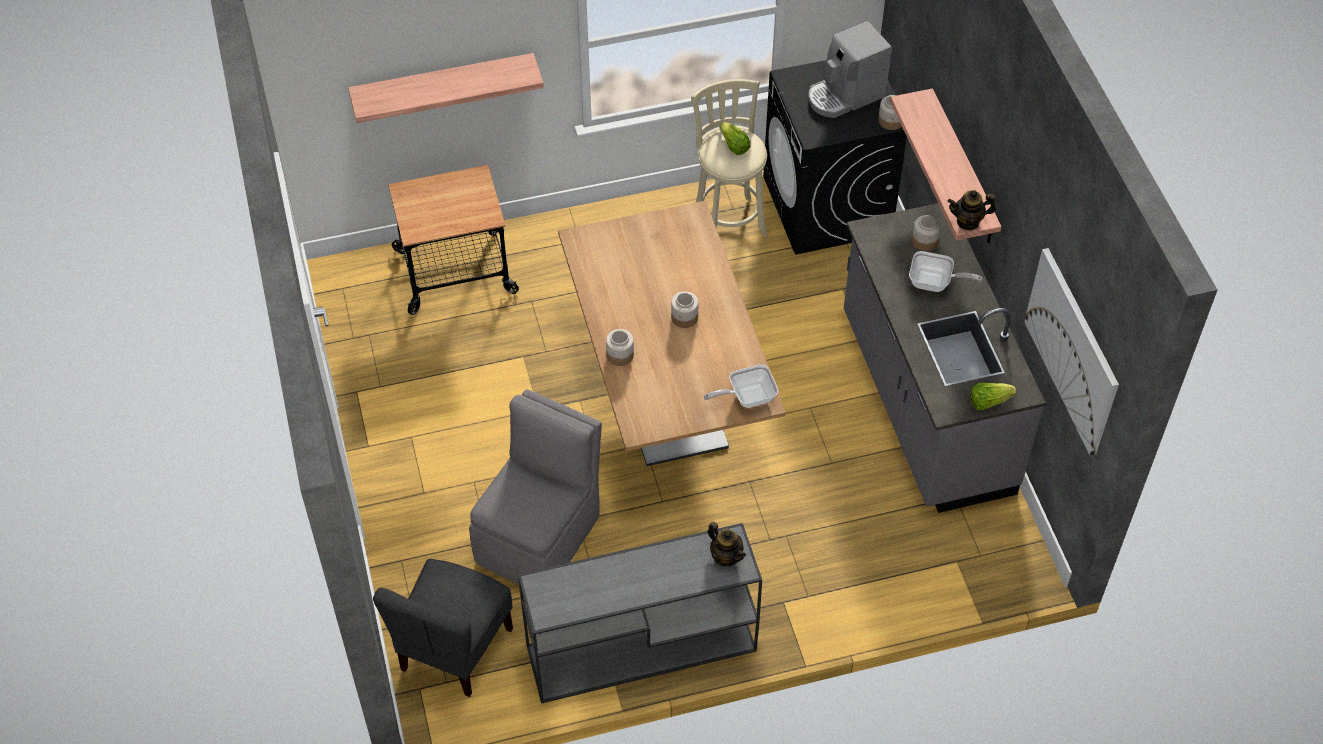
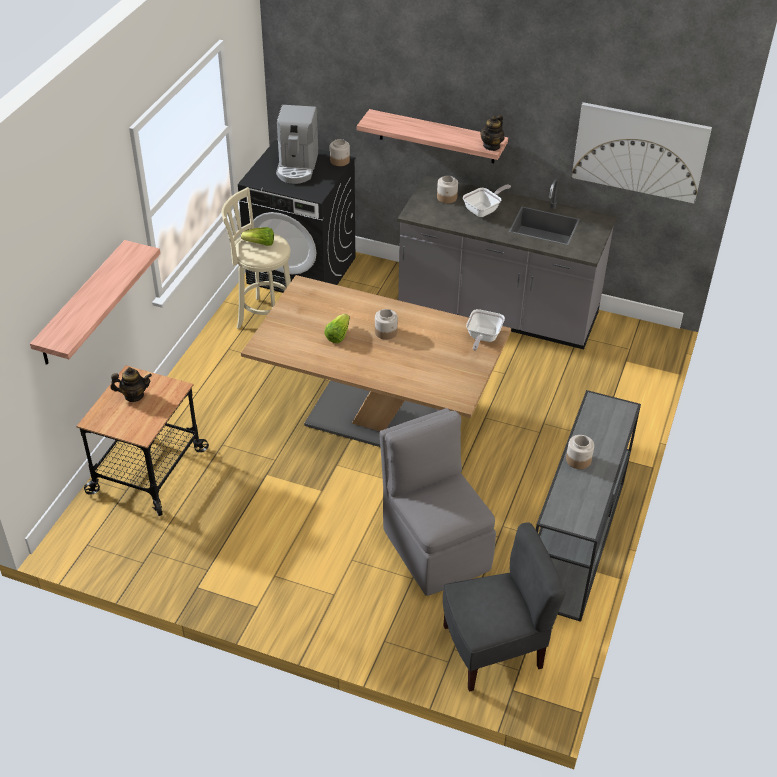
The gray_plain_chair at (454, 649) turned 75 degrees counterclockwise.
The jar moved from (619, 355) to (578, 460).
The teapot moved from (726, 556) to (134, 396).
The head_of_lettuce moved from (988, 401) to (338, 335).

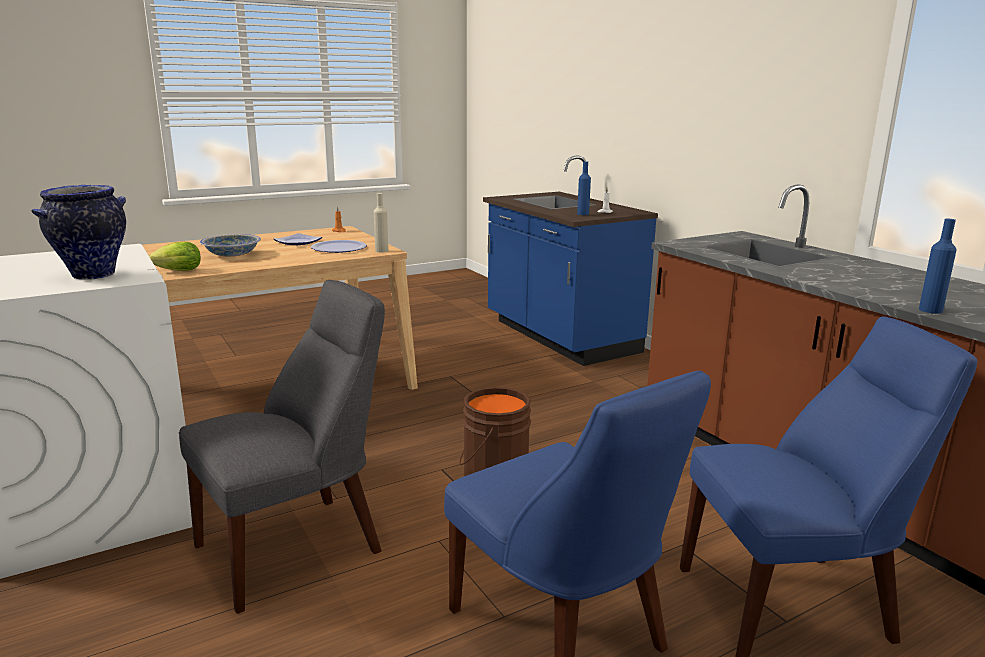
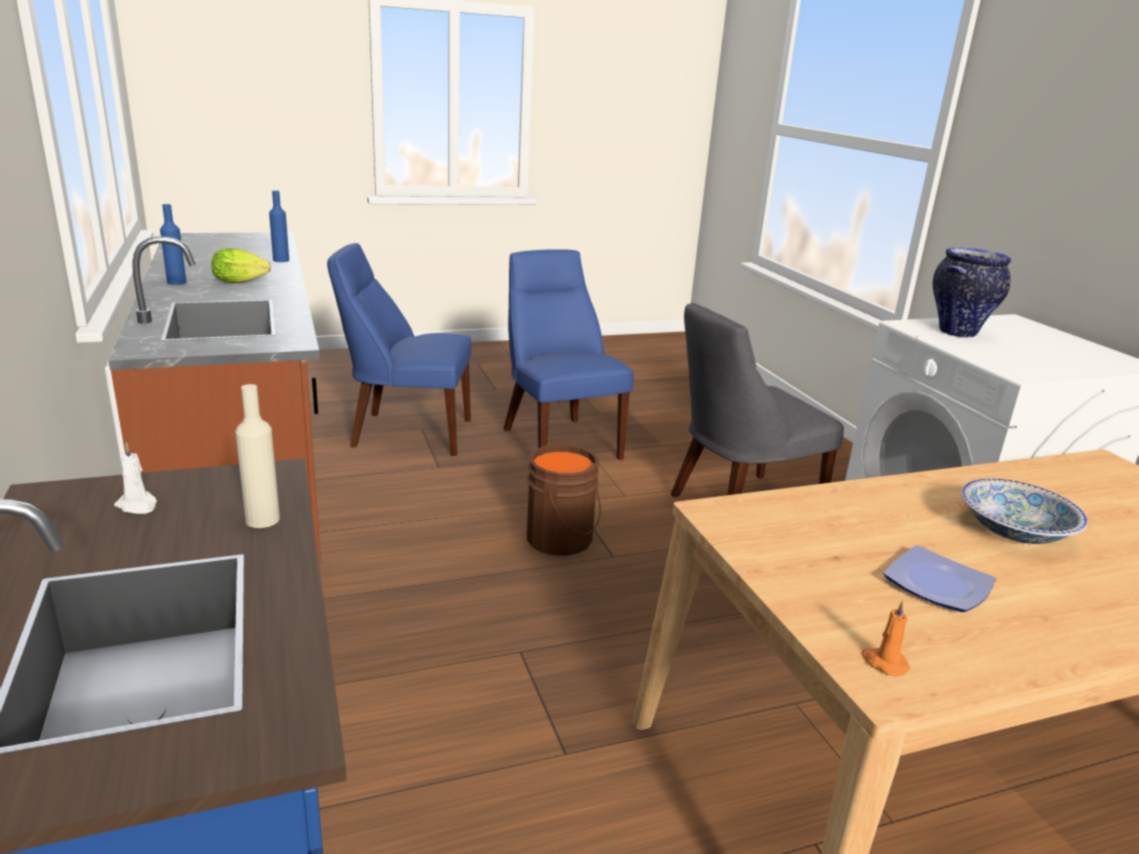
The head_of_lettuce moved from (176, 271) to (243, 282).
The plate at (339, 248) disappeared.
The sand-coloured_drink_bottle moved from (381, 251) to (262, 519).
The blue-coloured_drink_bottle moved from (583, 214) to (176, 282).

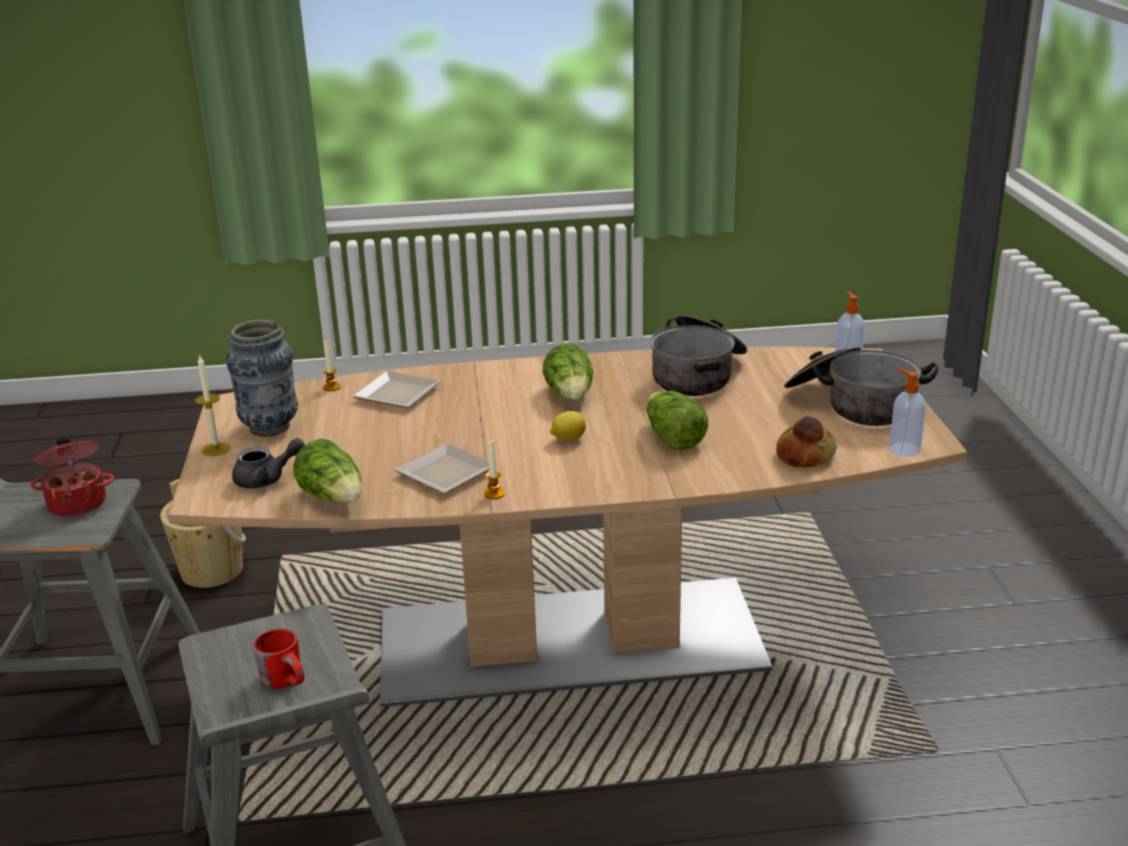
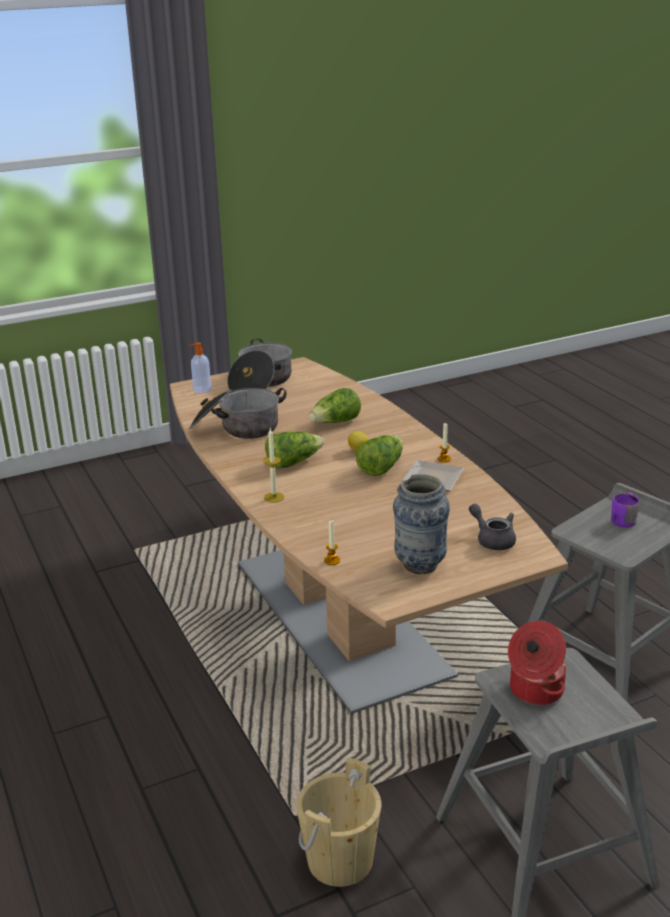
The candle moved from (216, 449) to (274, 497).
The red-coloured_mug at (289, 680) became the purplish_mug at (622, 519).
The head_of_lettuce moved from (334, 497) to (380, 467).
The plate at (400, 393) disappeared.
The bakery_bread at (805, 456) disappeared.
The soap_dispenser at (903, 449) disappeared.

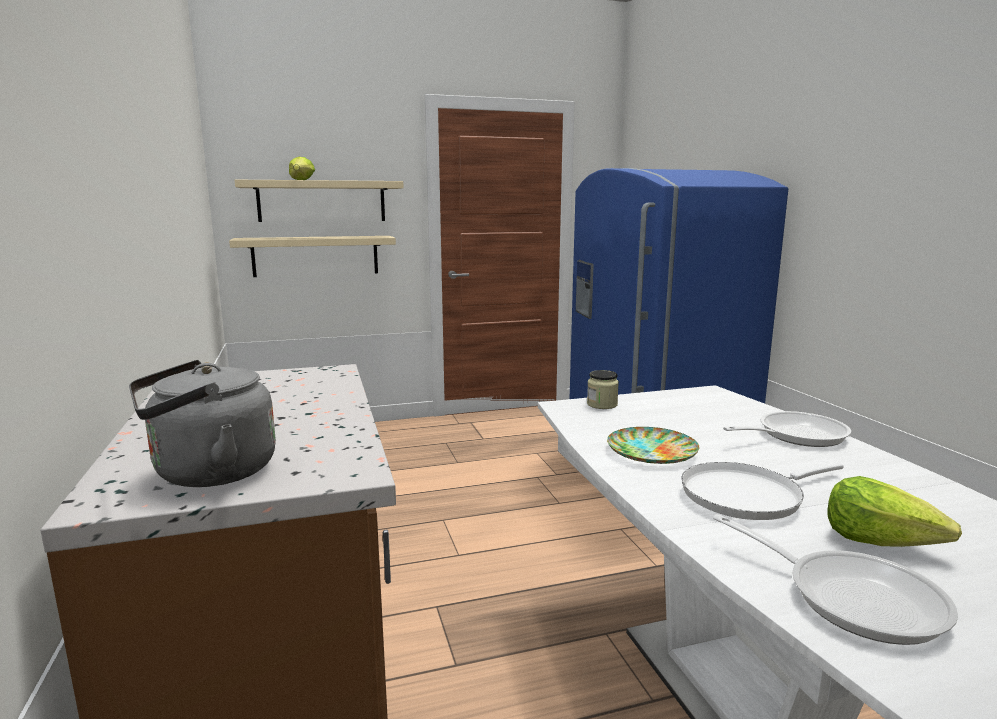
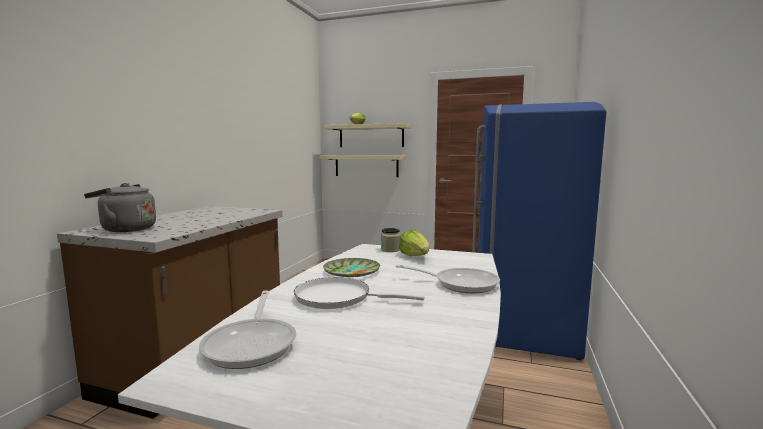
The head_of_lettuce moved from (880, 541) to (415, 256).

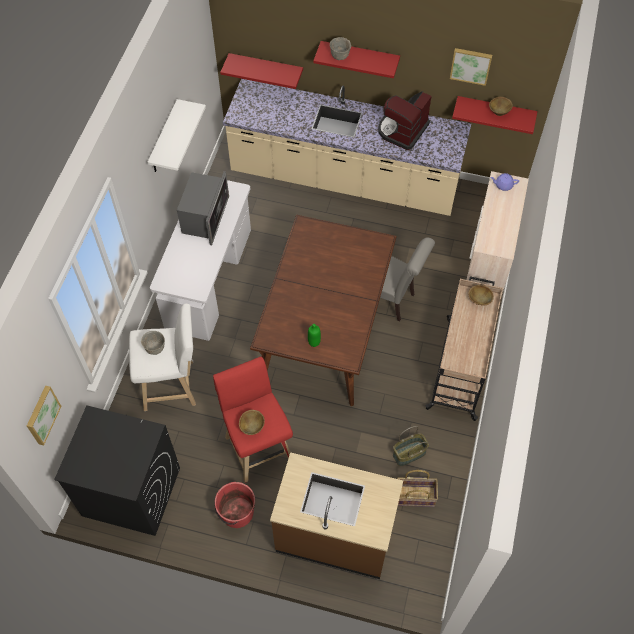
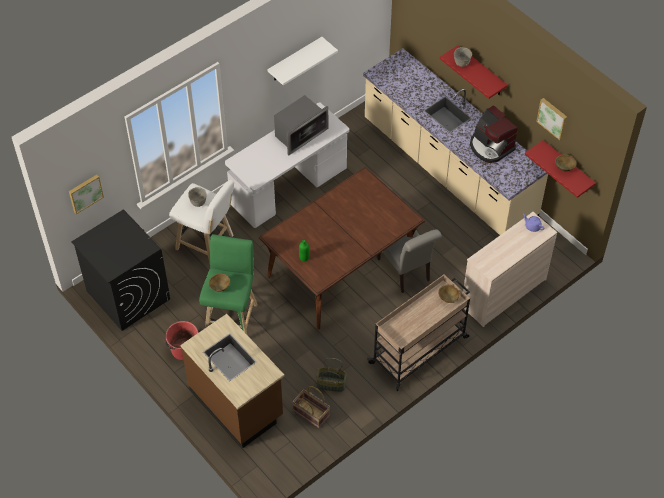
The red-coloured_sitting_stool at (258, 445) became the green_sitting_stool at (232, 316).
The red-coloured_bracket_shelf at (266, 68) disappeared.
The coffee_machine at (402, 130) turned 105 degrees counterclockwise.

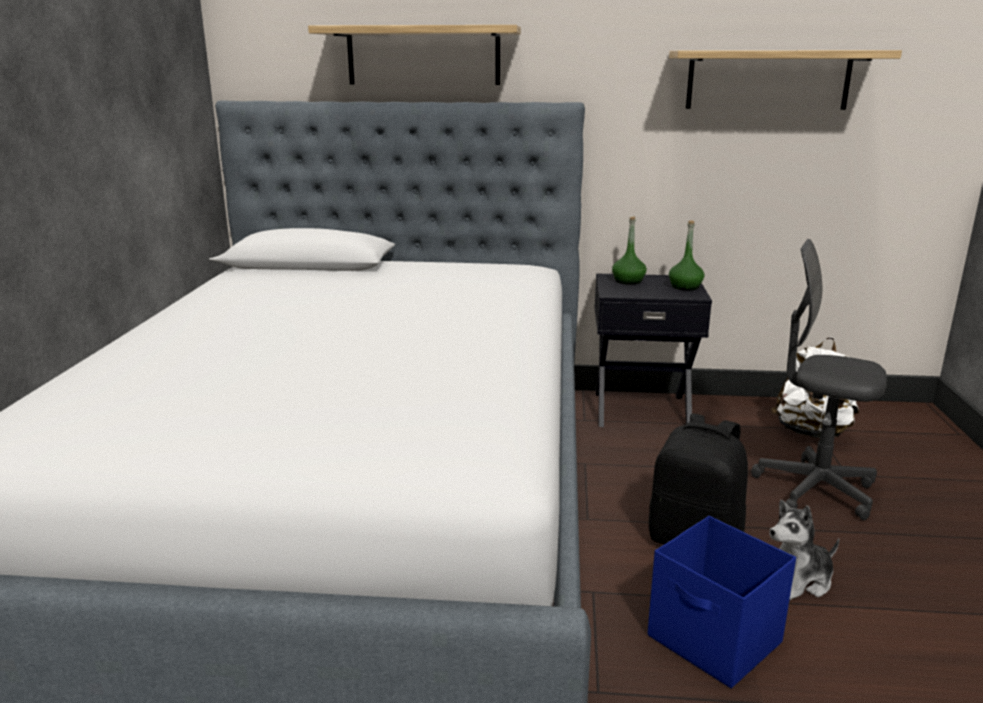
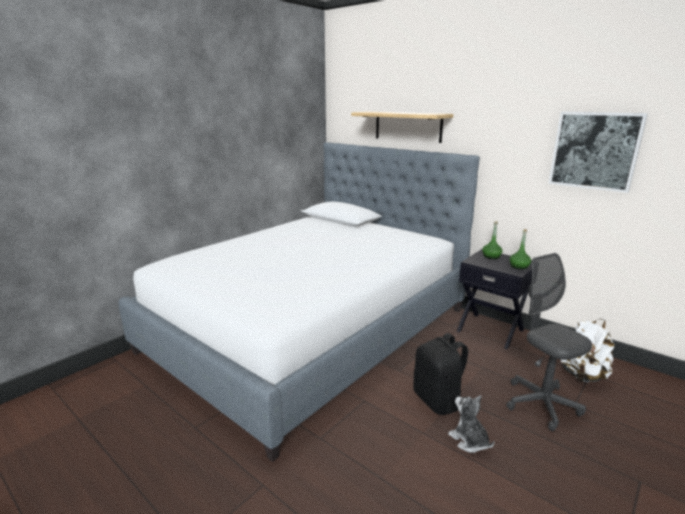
The blue-coloured_storage_bin at (715, 641) disappeared.
The bracket_shelf at (768, 80) was replaced by the wall_picture at (594, 150).
The cuddly_toy at (798, 581) turned 45 degrees clockwise.

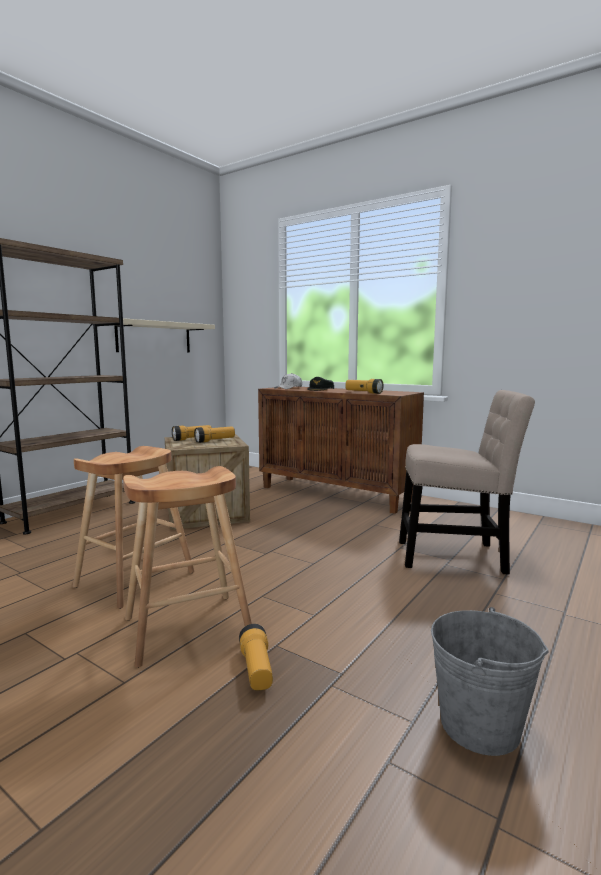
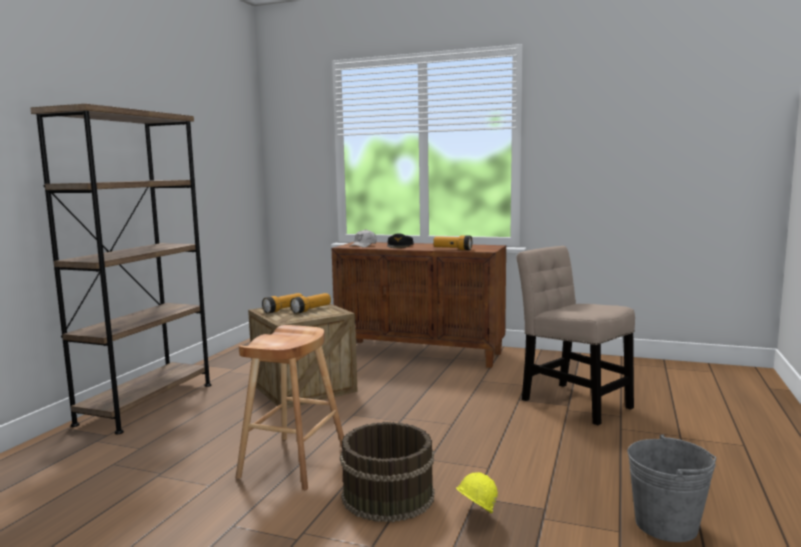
The sand-coloured_bracket_shelf at (154, 337) disappeared.
The brown-coloured_sitting_stool at (188, 628) was replaced by the brown-coloured_pail at (387, 496).
The hand_torch at (256, 669) was replaced by the yellow_work_helmet at (475, 517).
The sand-coloured_plain_chair at (456, 556) turned 120 degrees counterclockwise.

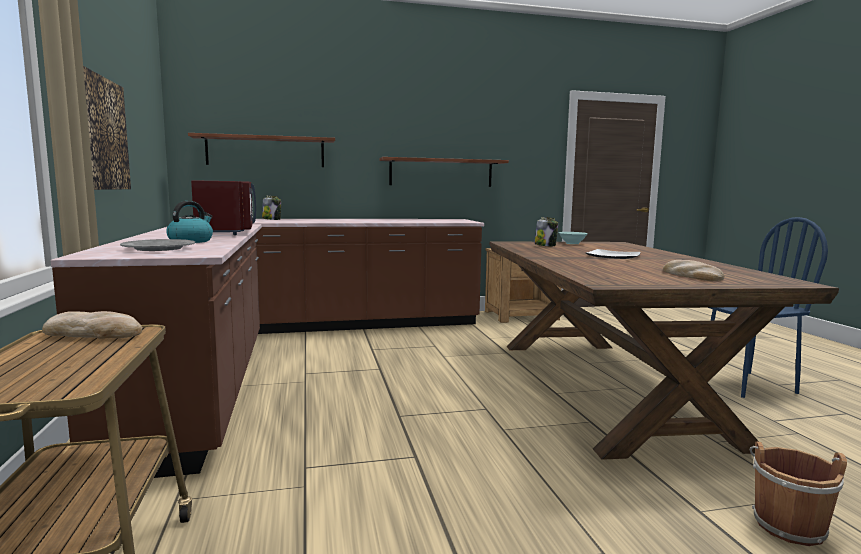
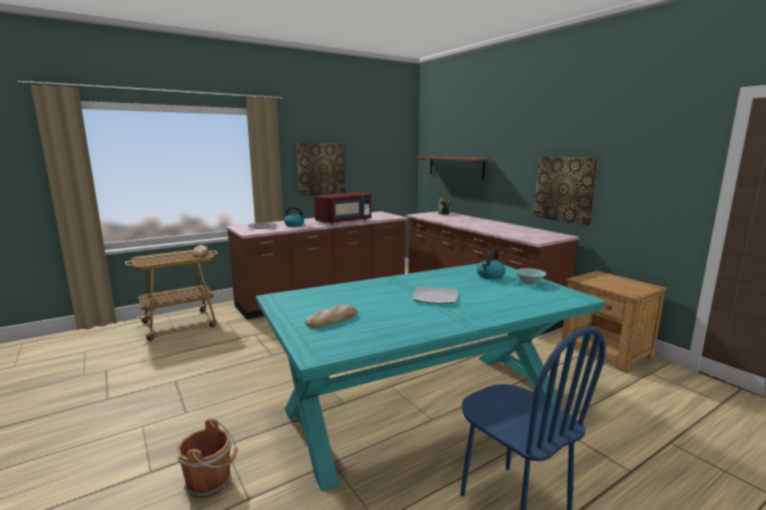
The brown-coloured_bracket_shelf at (441, 172) was replaced by the wall_picture at (564, 189).
The brown-coloured_dinner_table at (603, 386) became the blue-green_dinner_table at (425, 406).
The jar at (545, 245) was replaced by the tea_kettle at (490, 276).

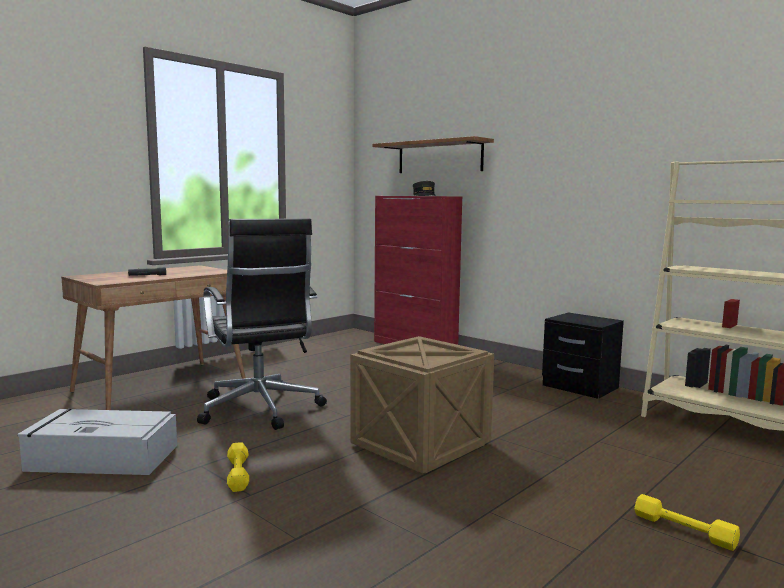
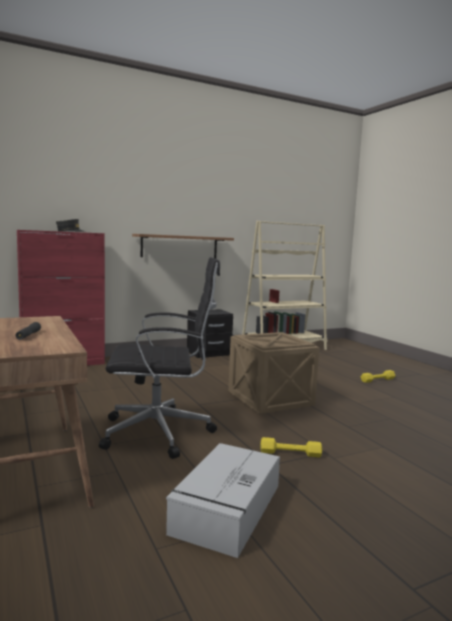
The bracket_shelf moved from (439, 157) to (179, 246).

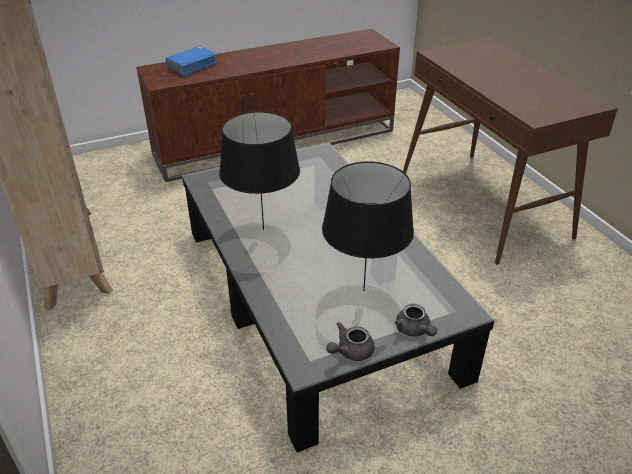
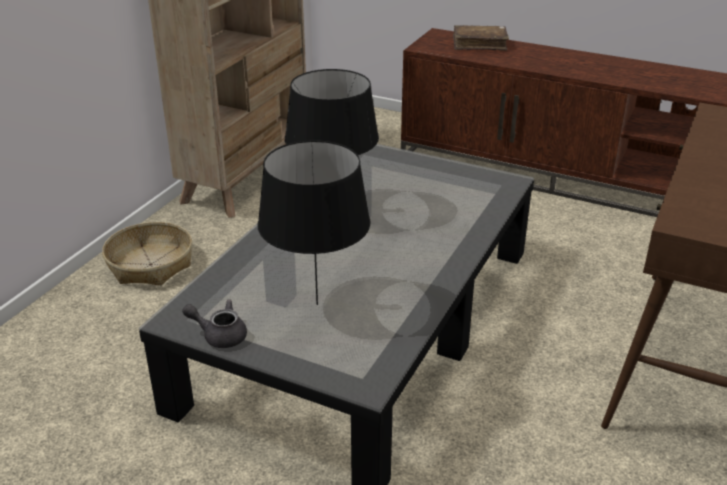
The blue-coloured_bound_book at (192, 66) became the brown-coloured_bound_book at (479, 44).
The gray_teapot at (414, 330) disappeared.
The basket at (150, 264) appeared.

